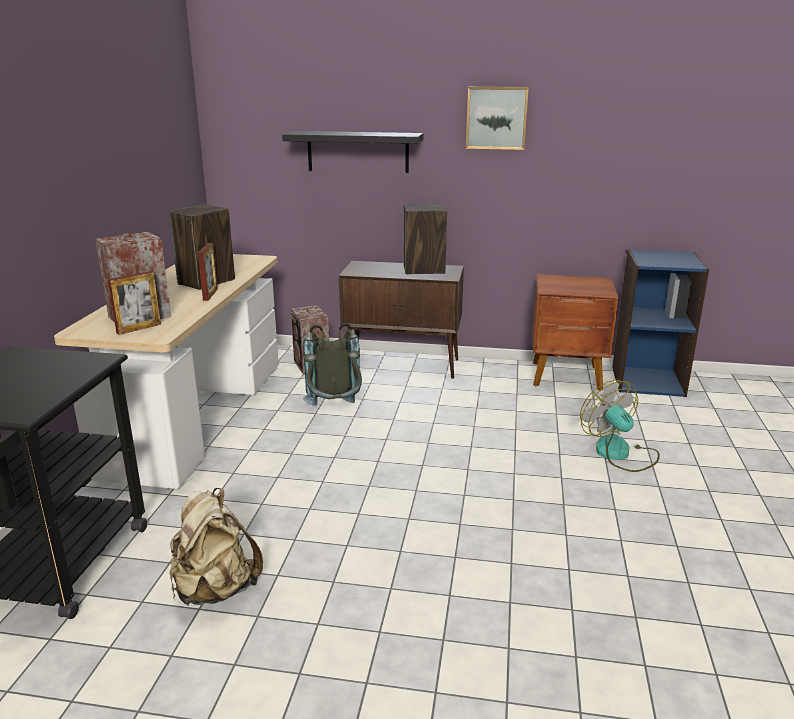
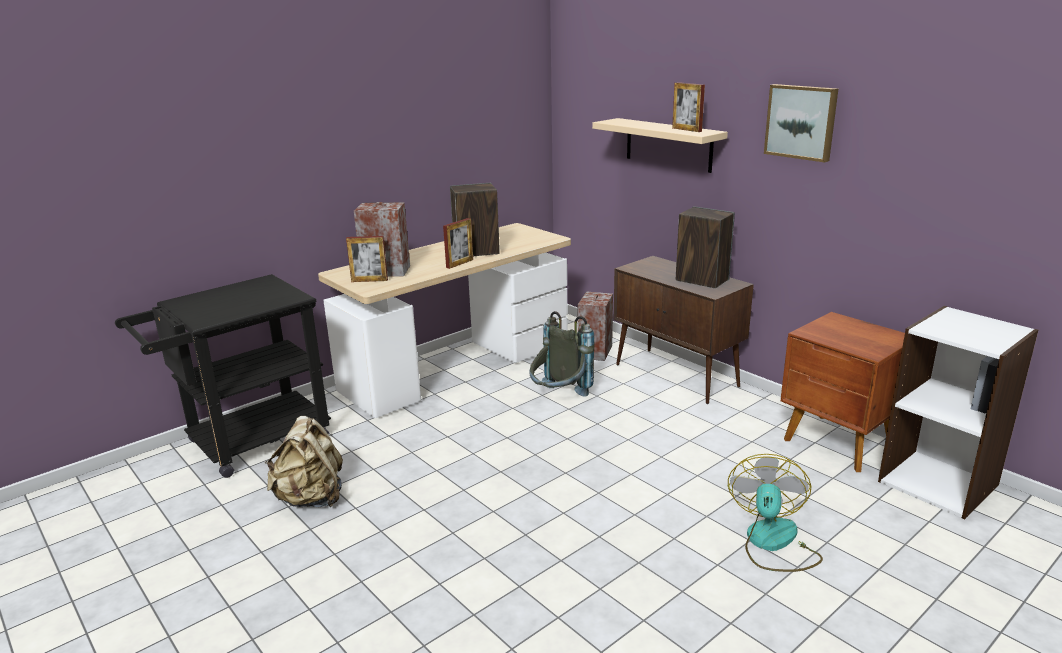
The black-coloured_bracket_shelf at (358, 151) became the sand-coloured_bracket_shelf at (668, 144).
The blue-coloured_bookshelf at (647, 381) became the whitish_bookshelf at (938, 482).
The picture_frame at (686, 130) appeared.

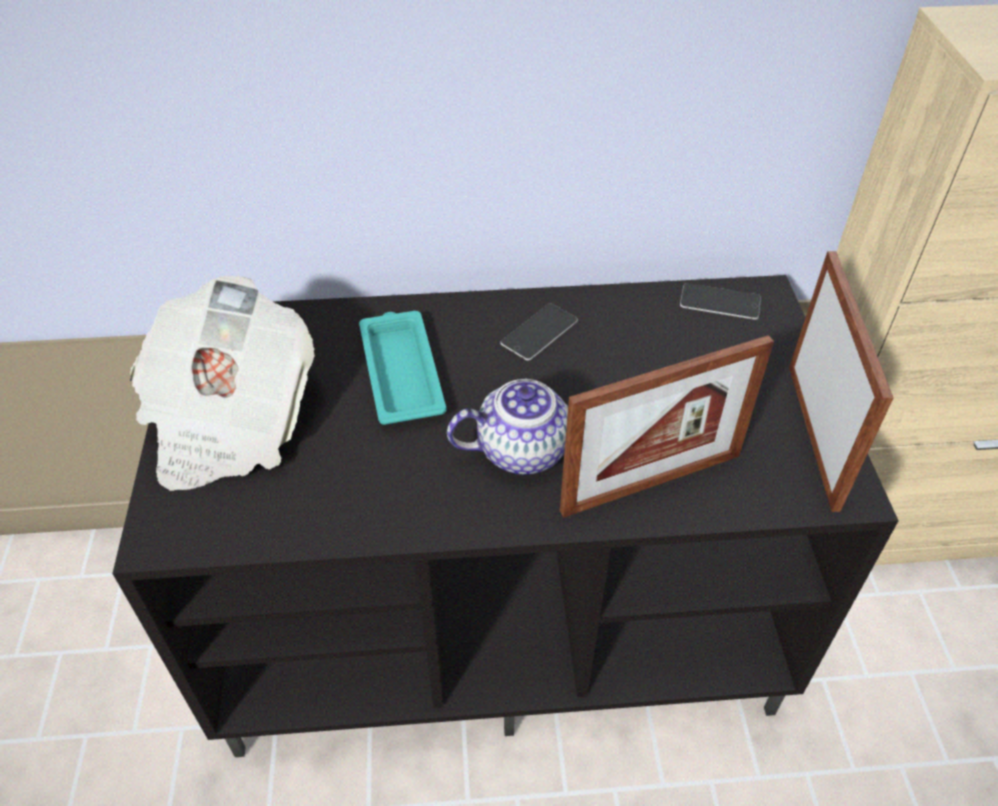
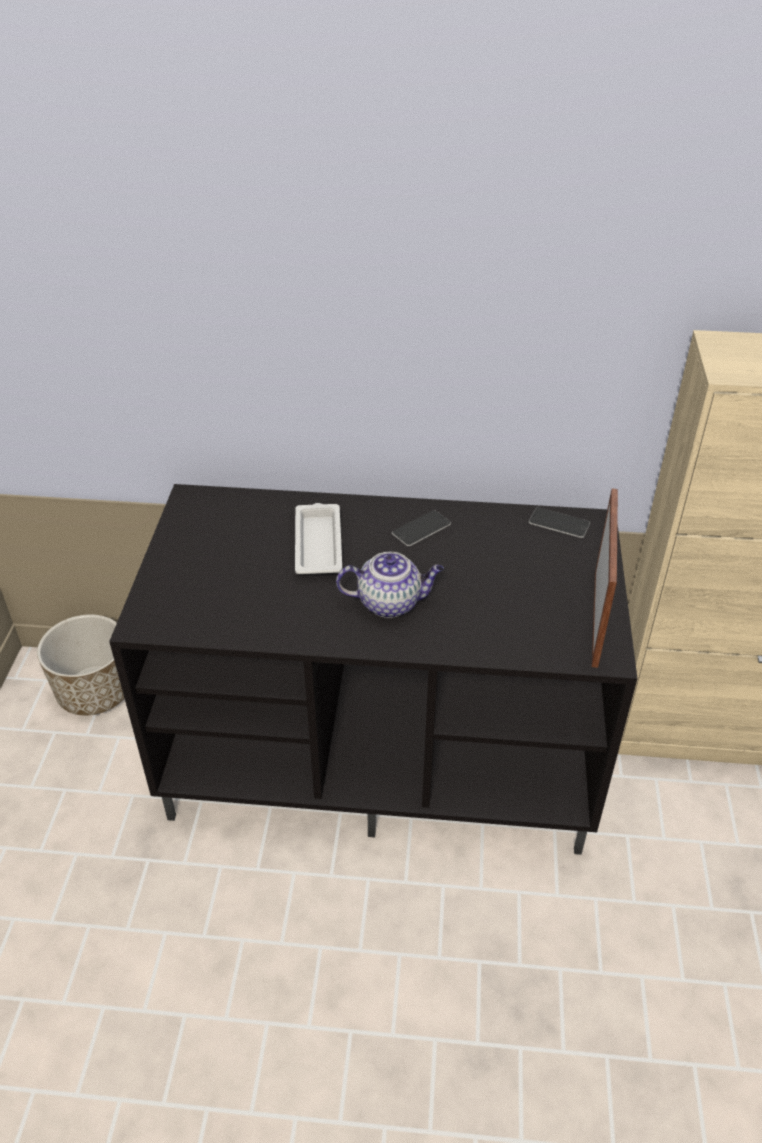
The newspaper at (228, 420) disappeared.
The blue-green_tray at (401, 371) became the whitish_tray at (318, 543).
The picture_frame at (651, 483) disappeared.
The flower_pot at (95, 691) appeared.

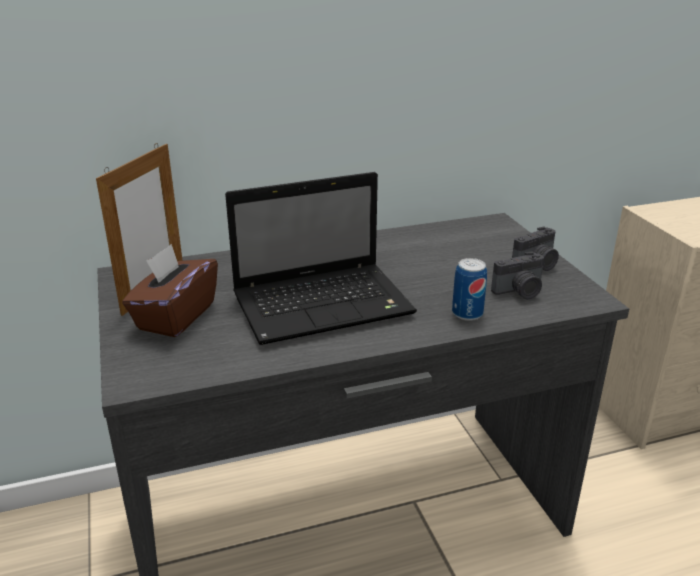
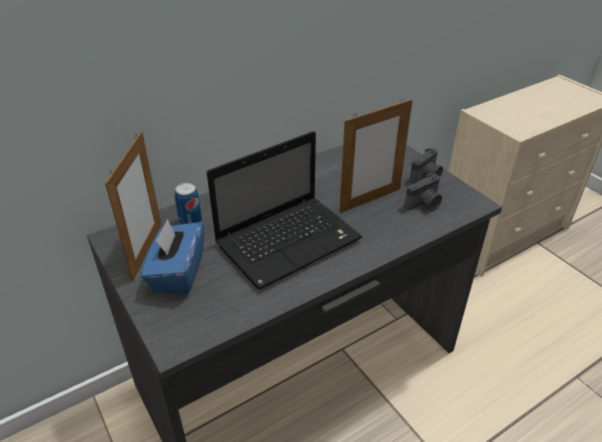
The brown-coloured_box_of_tissues at (175, 316) became the blue-coloured_box_of_tissues at (177, 273).
The metal_can moved from (467, 314) to (190, 221).
The picture_frame at (370, 200) appeared.

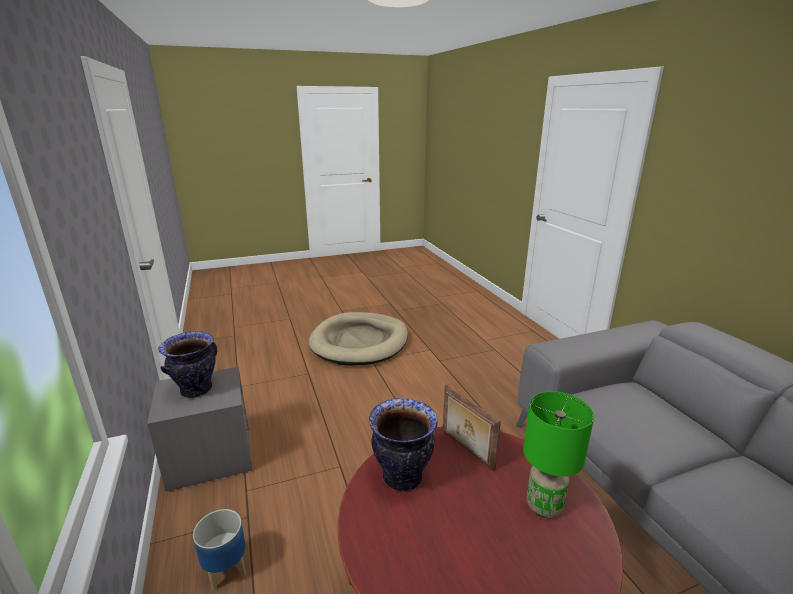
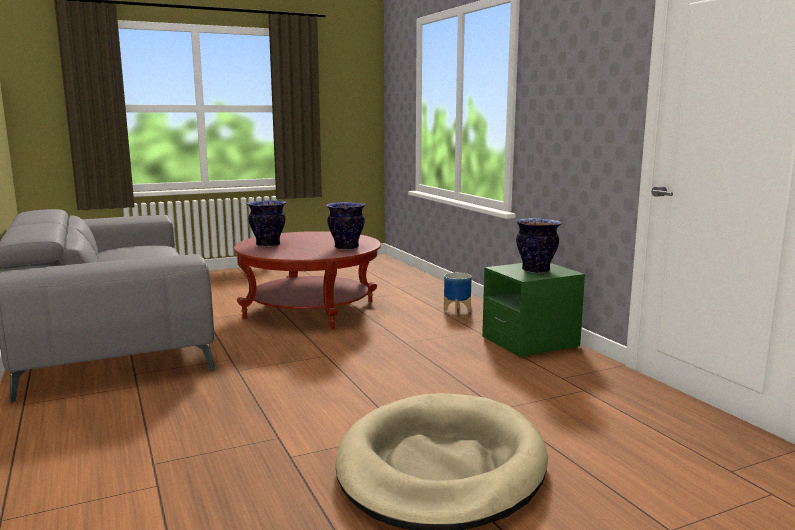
The gray_bedside_table at (210, 457) became the green_bedside_table at (530, 342).
The picture_frame at (466, 450) disappeared.
The green_lamp_for_a_table at (545, 506) was replaced by the decorative_vase at (267, 245).

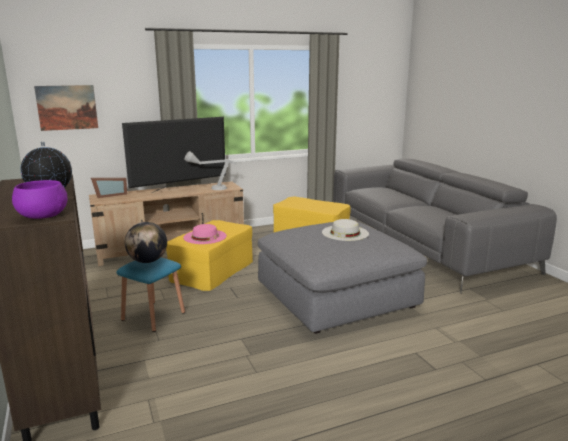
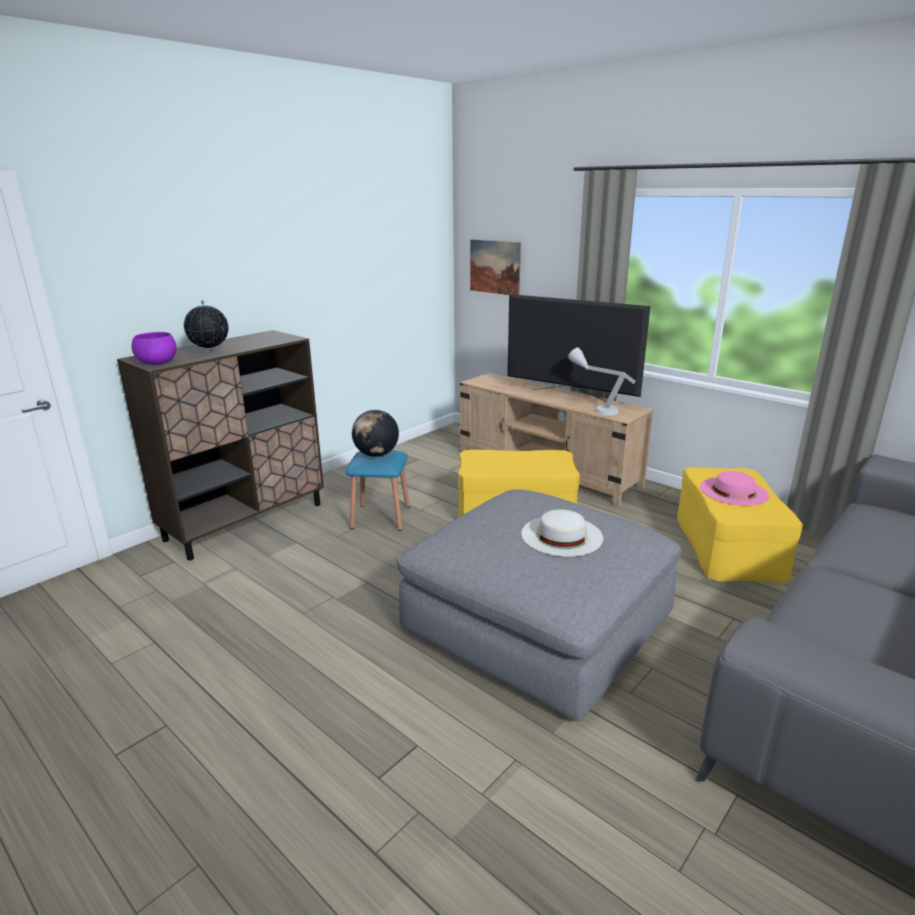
The picture_frame at (110, 195) disappeared.
The pinkish_wearable_hat moved from (205, 236) to (733, 491).

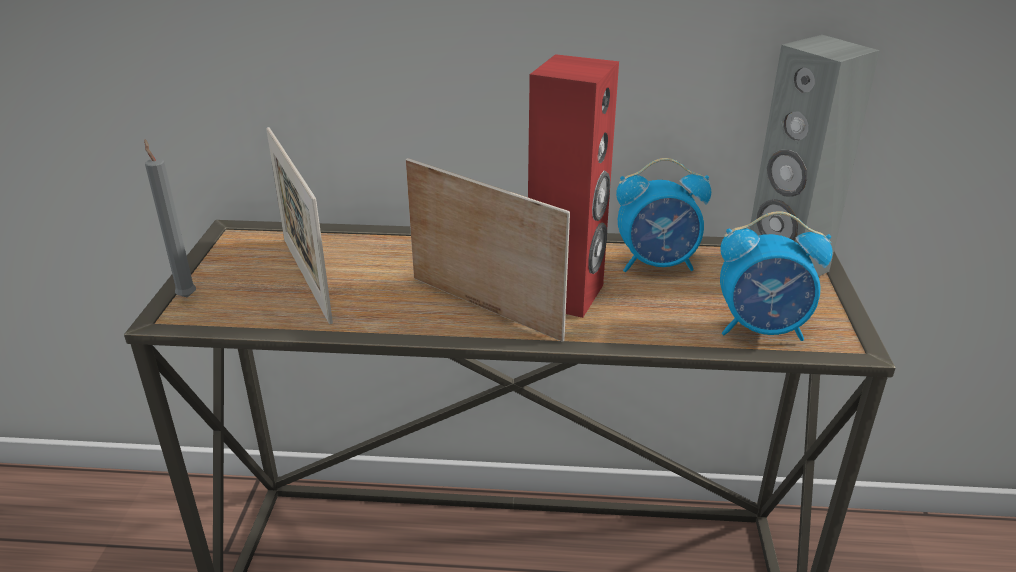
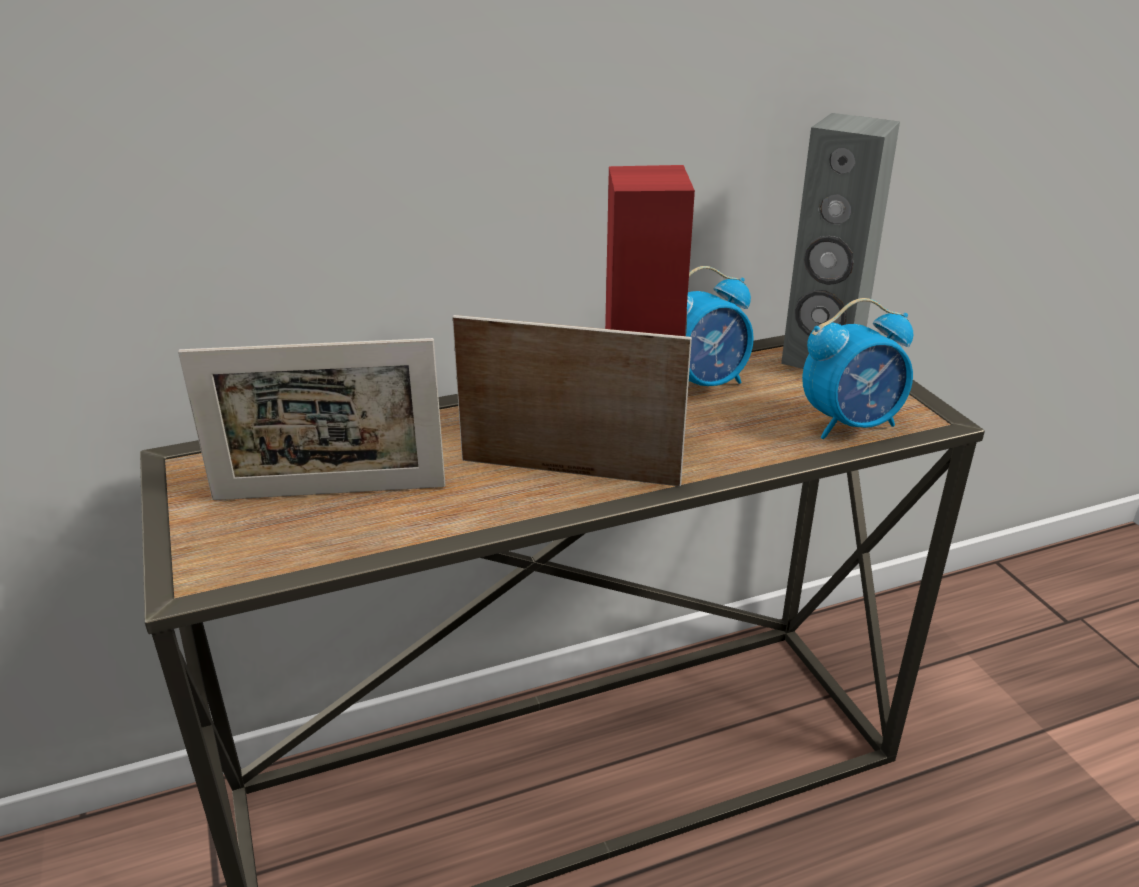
The gray_candle at (186, 295) disappeared.
The picture_frame at (306, 278) turned 45 degrees counterclockwise.

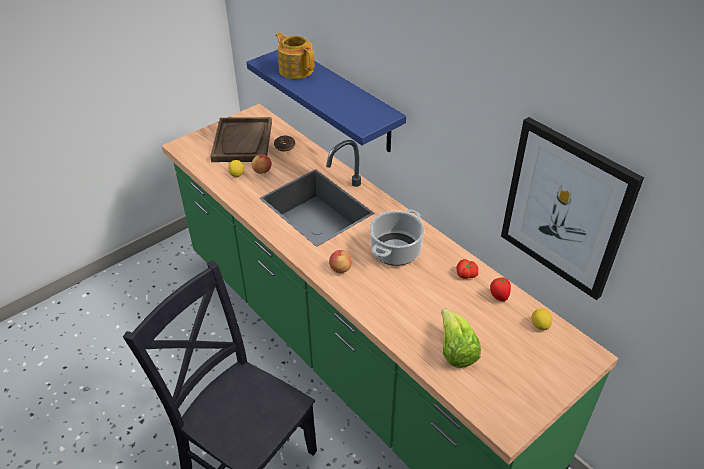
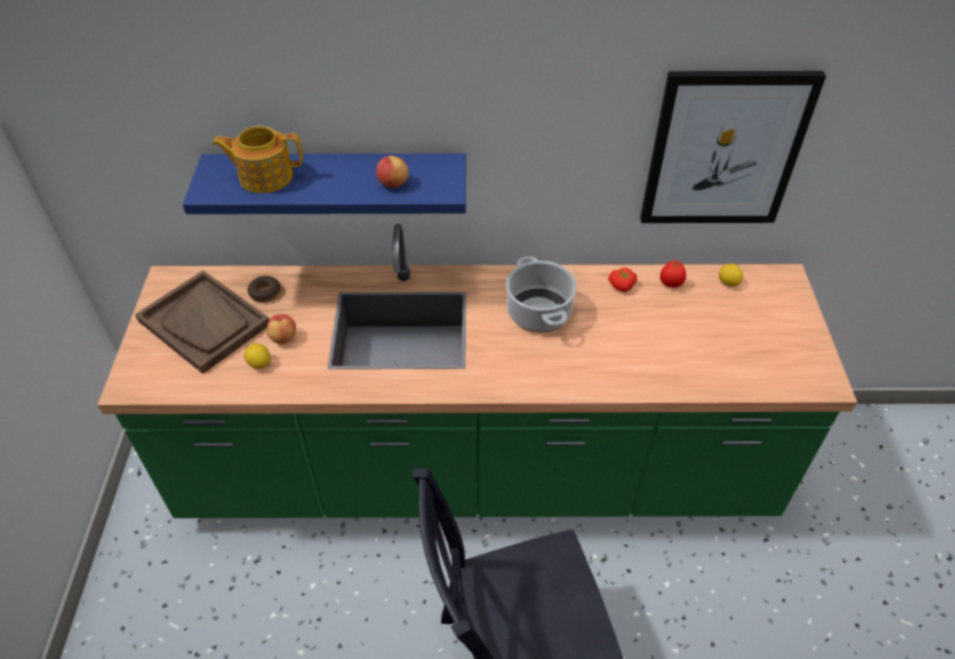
The apple moved from (340, 269) to (393, 184).
The head_of_lettuce at (455, 350) disappeared.

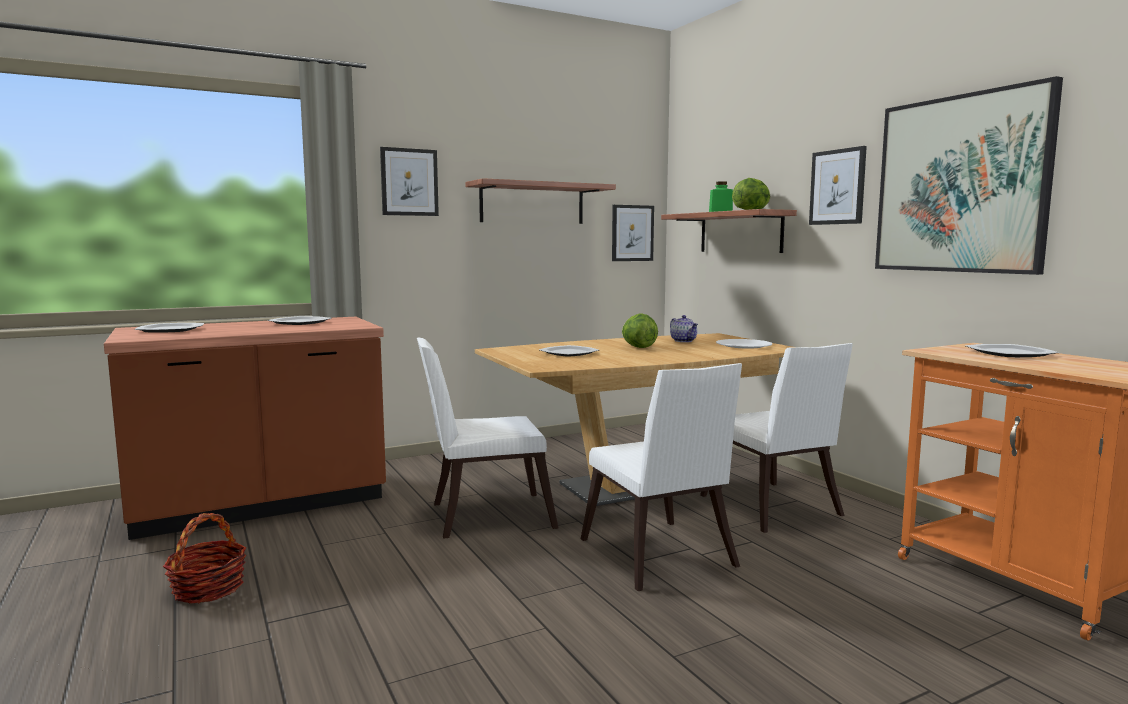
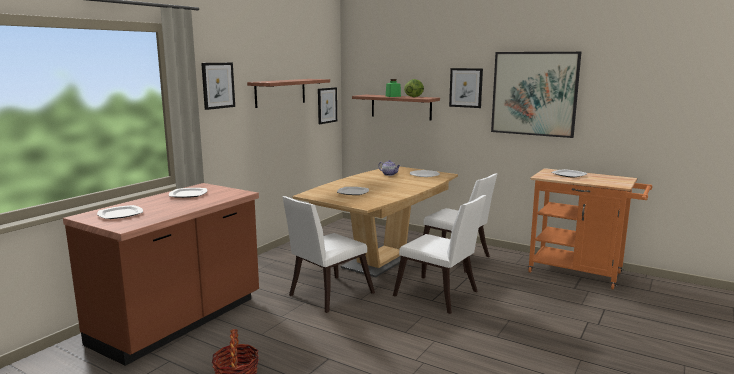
The head_of_lettuce at (638, 347) disappeared.

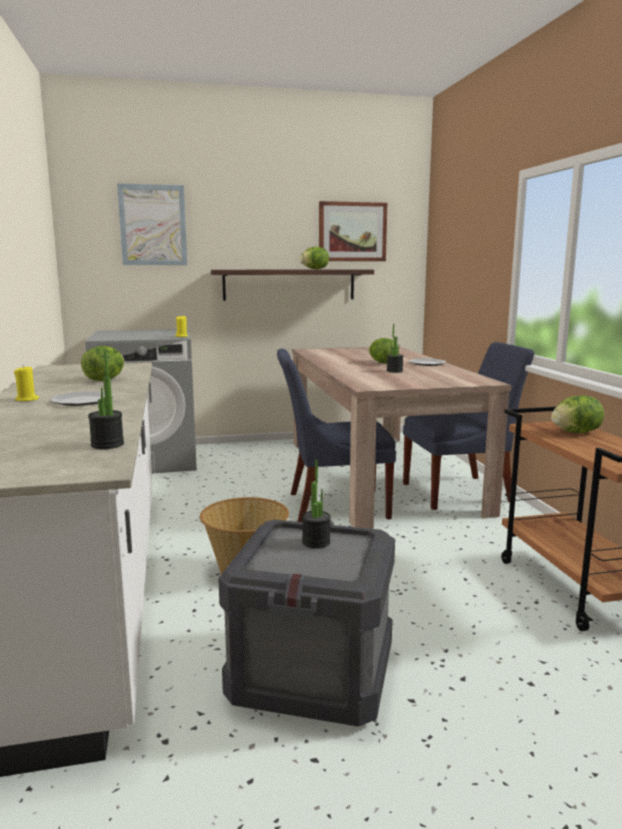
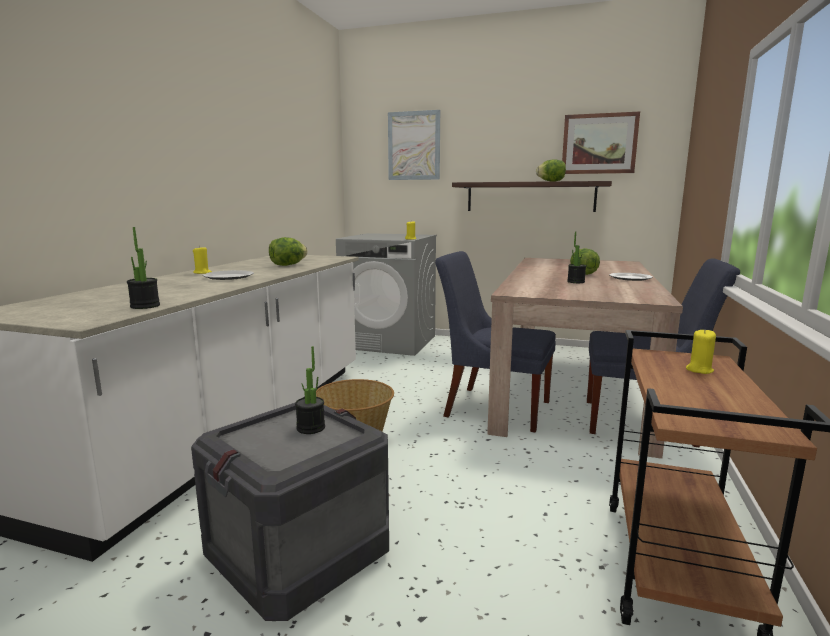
The head_of_lettuce at (575, 432) was replaced by the yellow_candle at (699, 370).

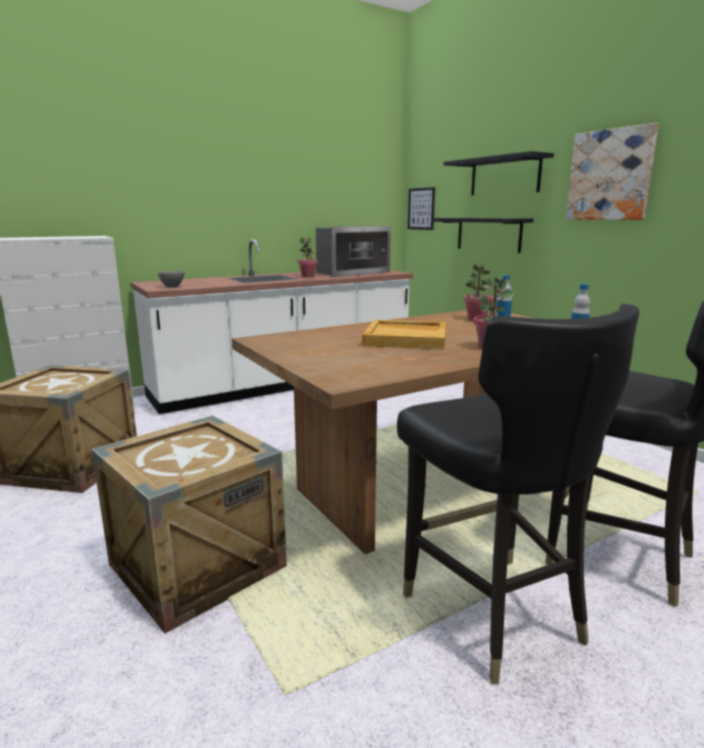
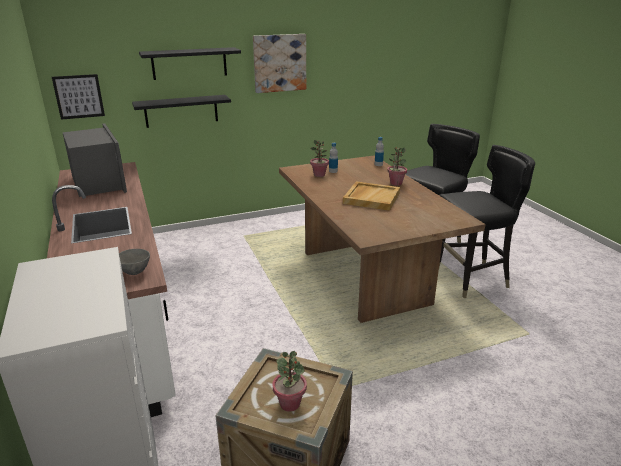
The crate at (197, 566) disappeared.
The plant_in_a_pot moved from (308, 276) to (290, 403).

